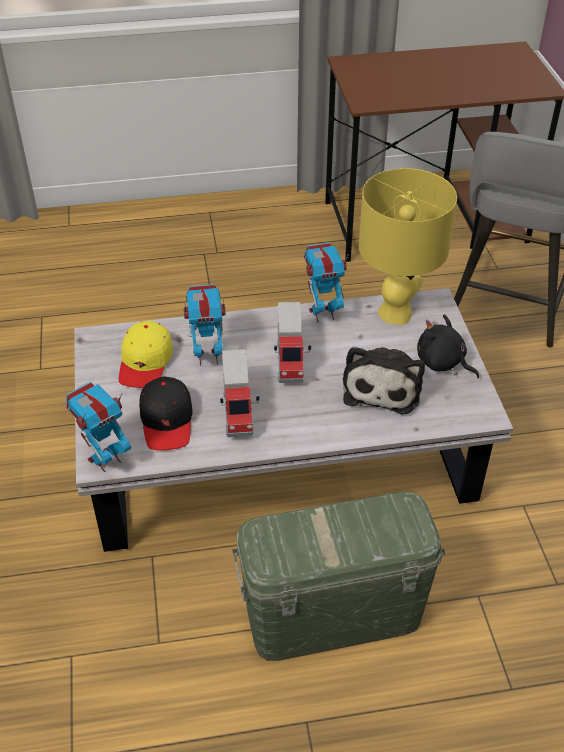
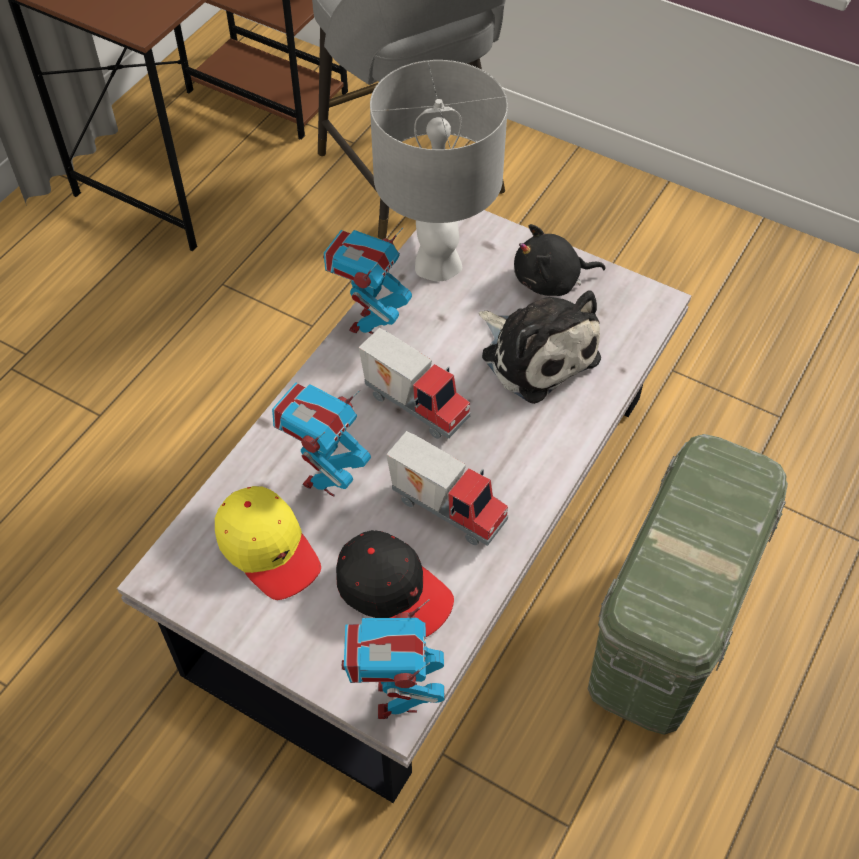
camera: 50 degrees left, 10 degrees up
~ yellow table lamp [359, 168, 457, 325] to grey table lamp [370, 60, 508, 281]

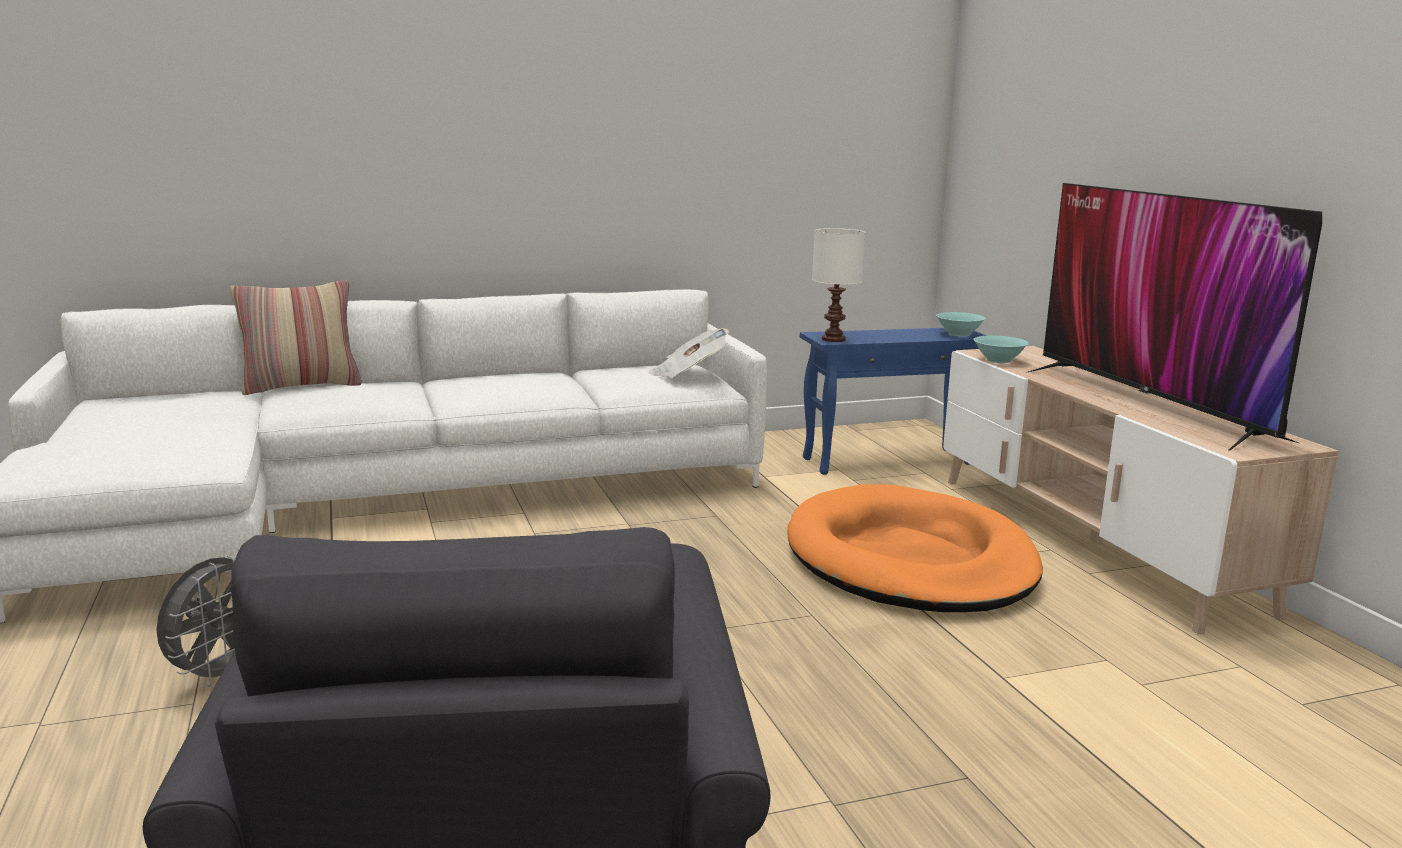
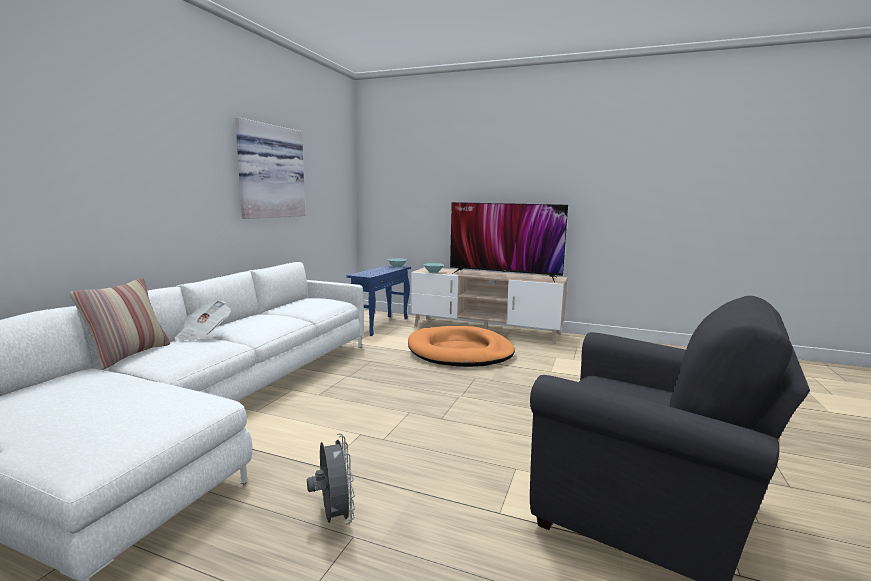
camera: 50 degrees left, 5 degrees down
~ newspaper [649, 328, 730, 378] to [174, 301, 231, 341]
- white table lamp [812, 228, 865, 342]
+ picture [235, 117, 305, 219]

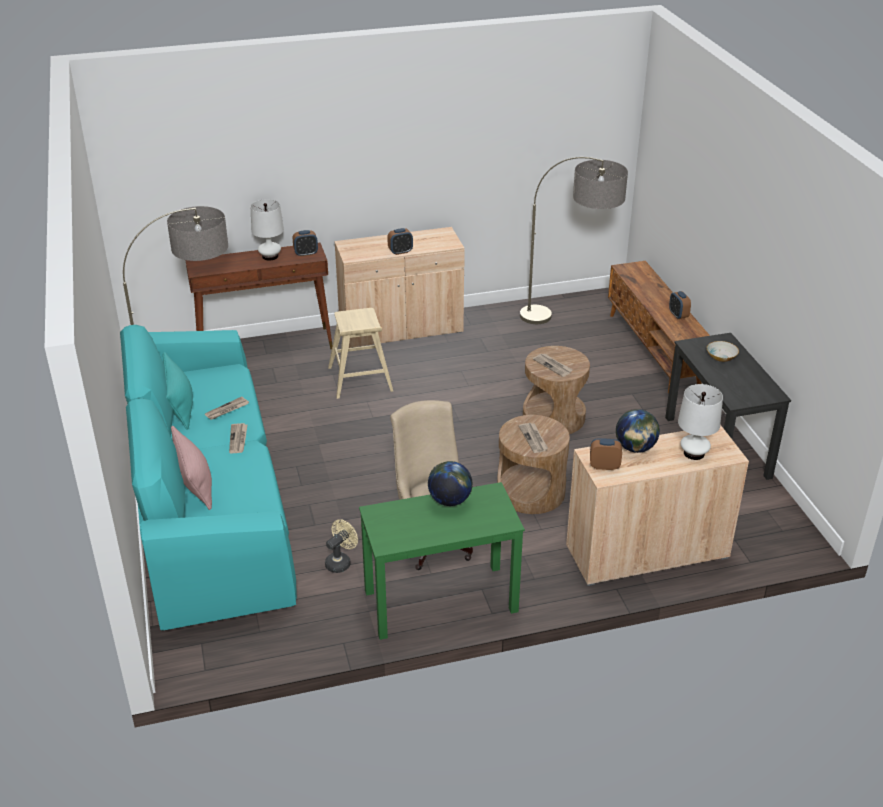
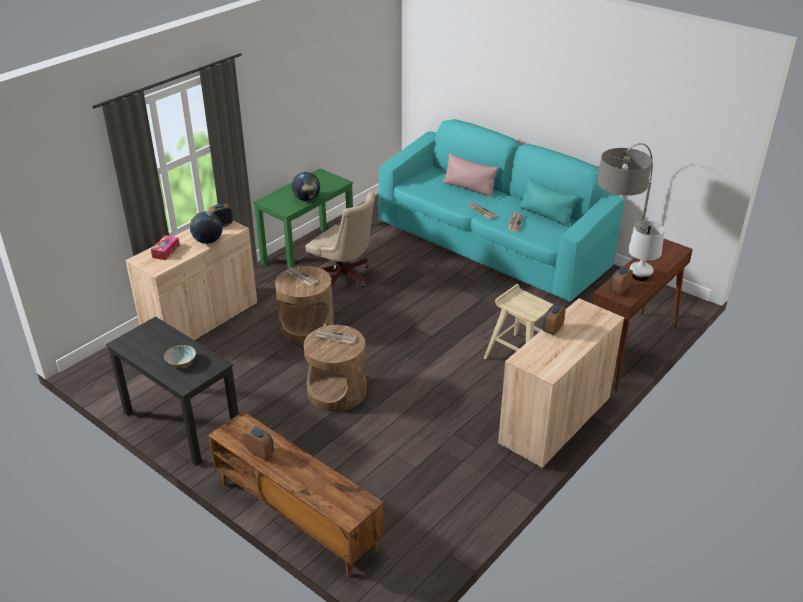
camera: 145 degrees right, 0 degrees up
- beige fan [325, 519, 358, 573]
- floor lamp [520, 157, 628, 324]
~ white table lamp [678, 384, 723, 460] to tissue box [151, 235, 180, 260]

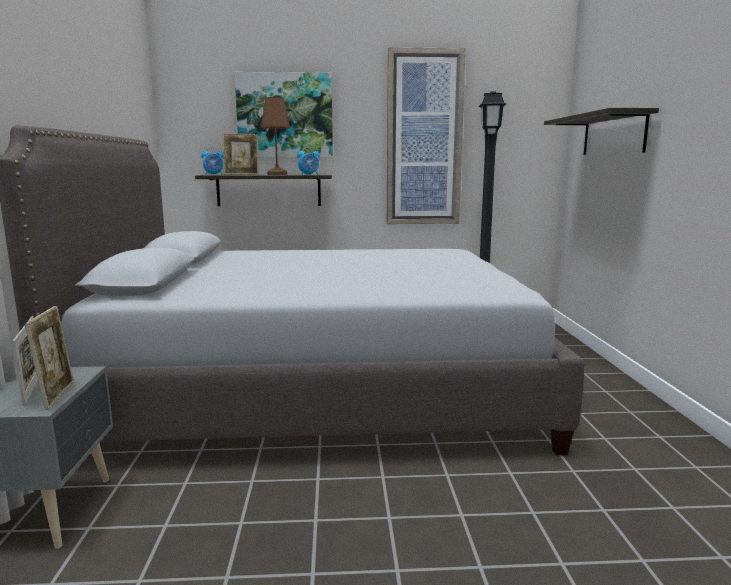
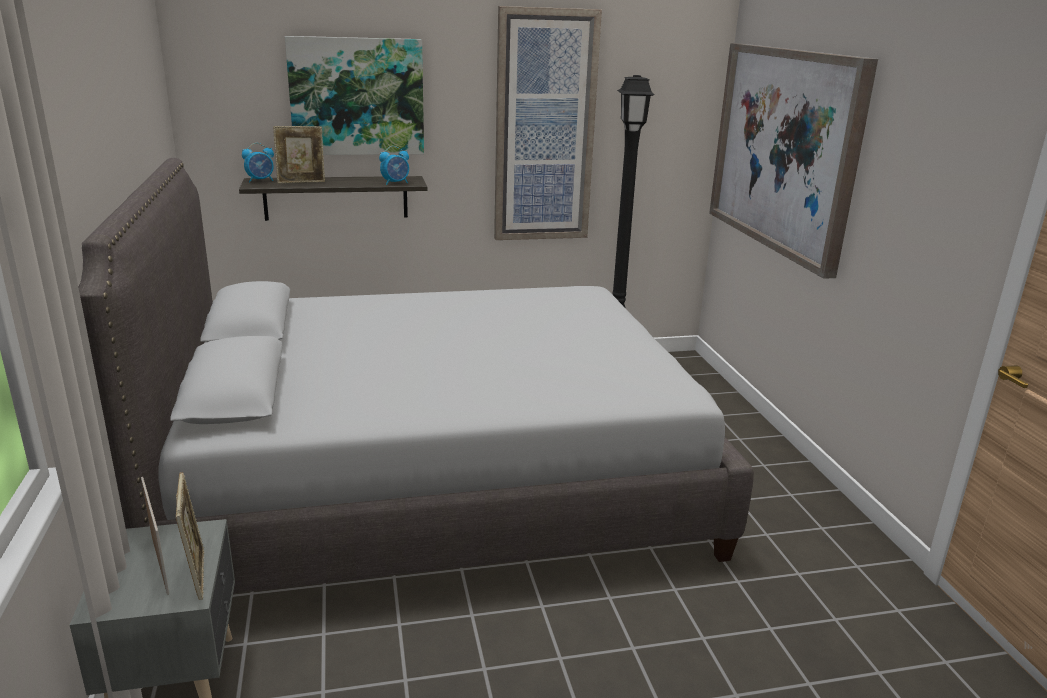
camera: 10 degrees left, 10 degrees up
- brown table lamp [261, 97, 290, 175]
~ shelf [544, 108, 659, 155] to picture [709, 43, 878, 279]

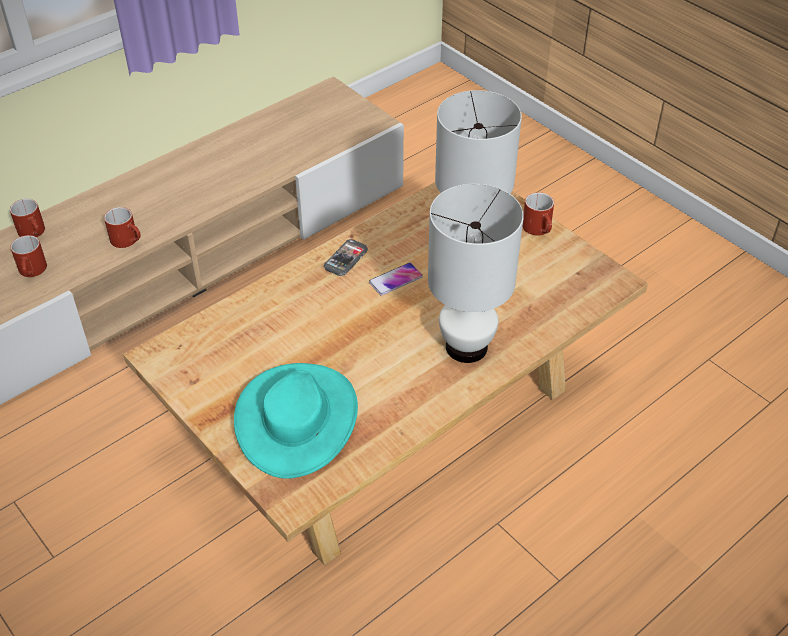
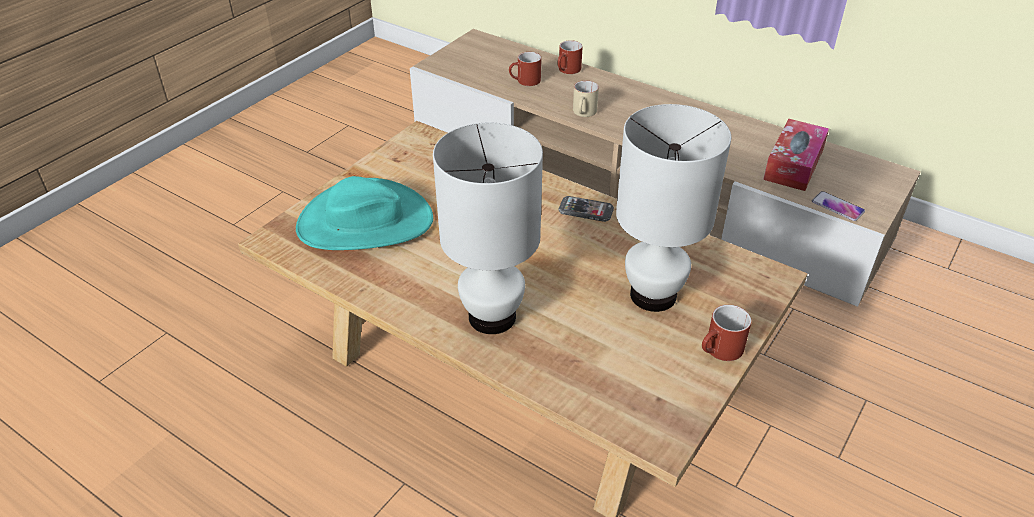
camera: 75 degrees right, 5 degrees down
~ red mug [104, 207, 141, 248] to beige mug [573, 81, 599, 117]
~ phone [369, 263, 423, 295] to [812, 191, 865, 221]
+ tissue box [763, 119, 829, 191]

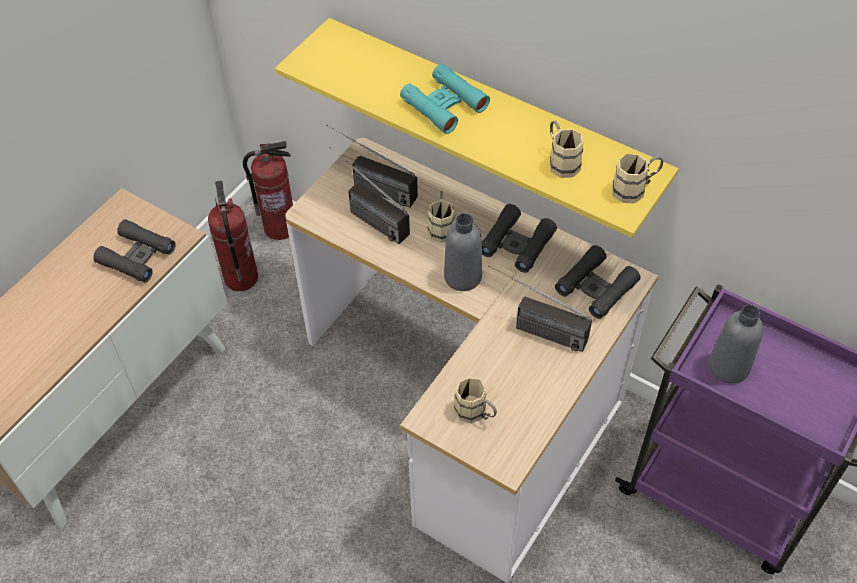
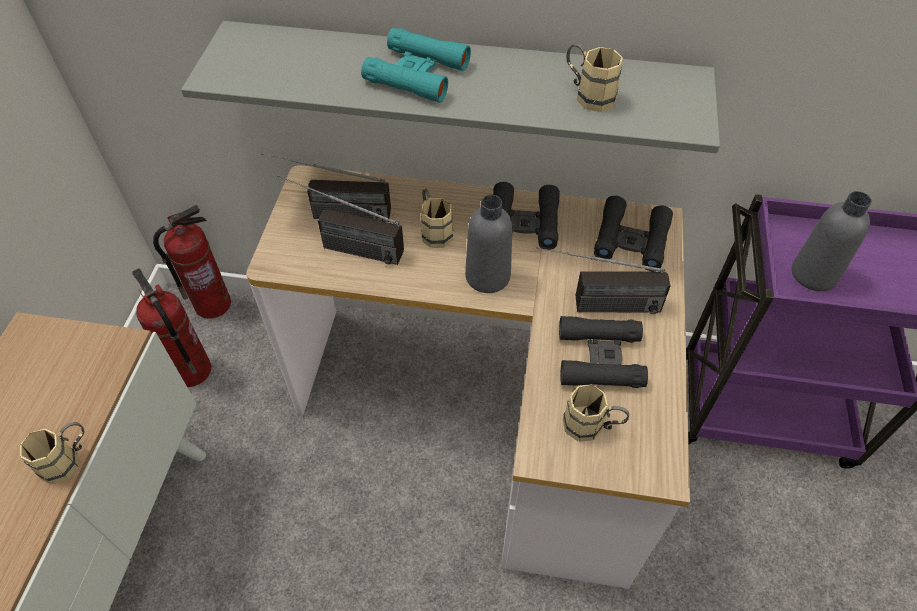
camera: 25 degrees left, 0 degrees up
~ black binoculars [93, 219, 176, 282] to [559, 316, 648, 388]
~ yellow shelf [275, 18, 679, 238] to grey shelf [181, 21, 720, 153]
~ beige mug [612, 154, 663, 203] to [20, 422, 84, 484]

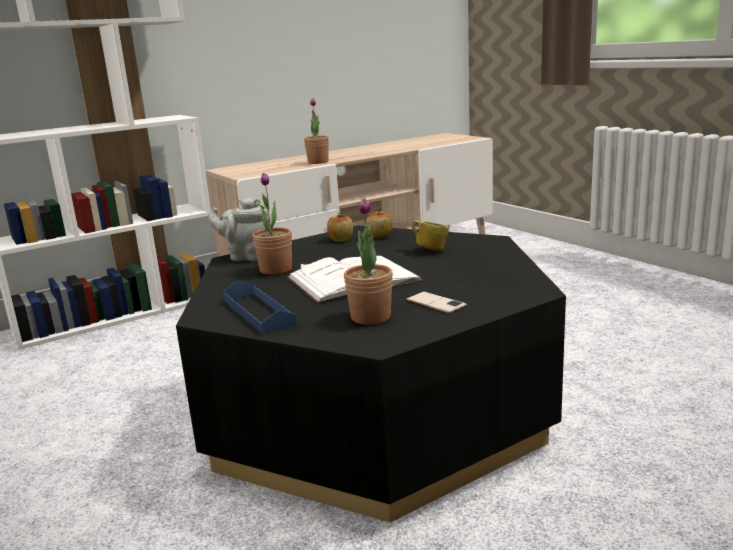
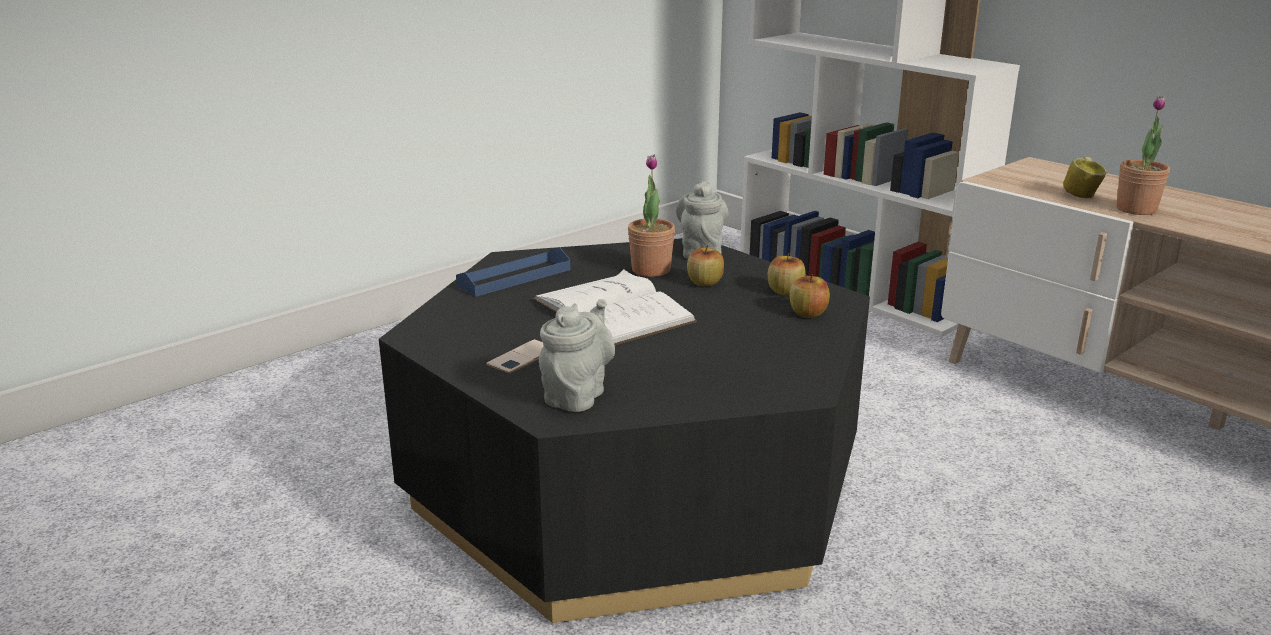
camera: 80 degrees right, 5 degrees up
- potted plant [344, 199, 393, 325]
~ mug [411, 220, 449, 251] to [1063, 157, 1107, 198]
+ grey teapot [539, 299, 615, 412]
+ apple [687, 245, 724, 286]

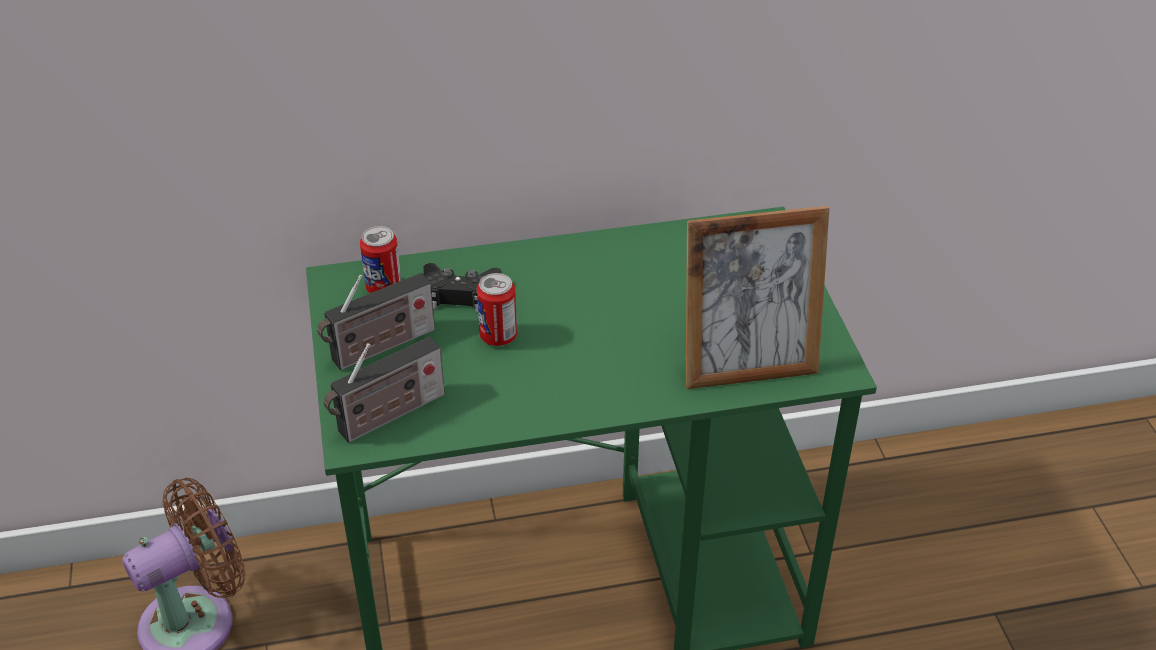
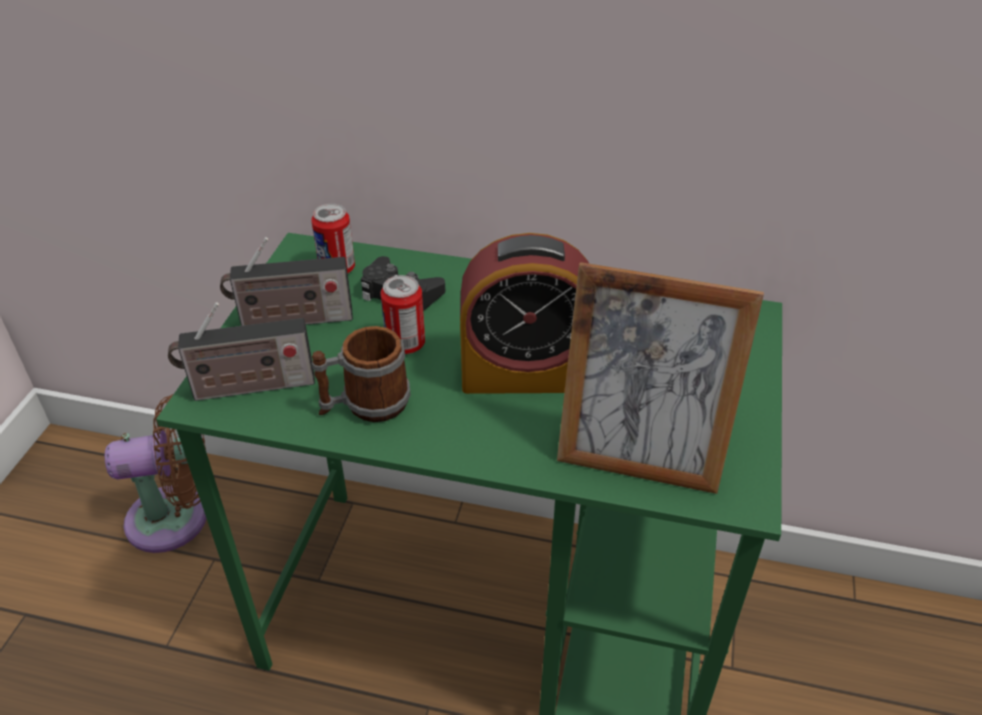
camera: 25 degrees right, 0 degrees up
+ mug [312, 326, 411, 422]
+ alarm clock [460, 233, 589, 394]

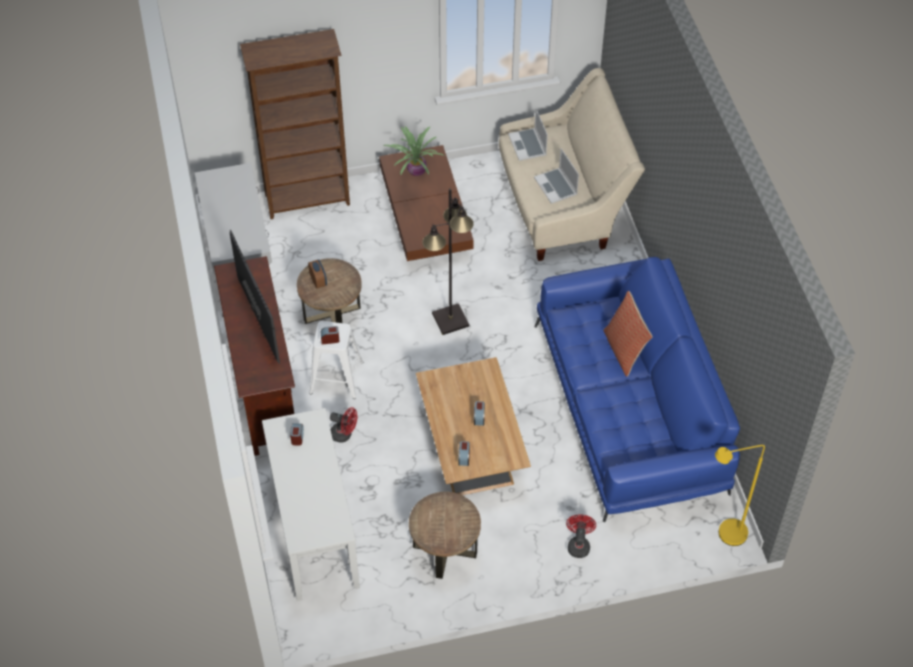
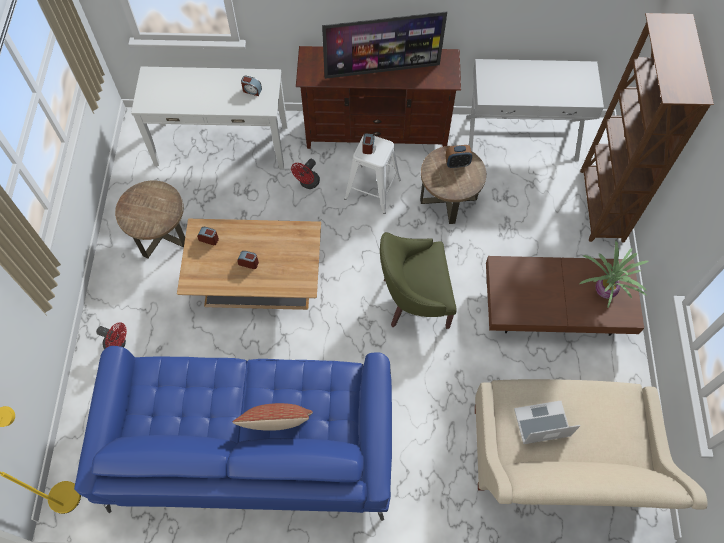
camera: 105 degrees right, 10 degrees up
~ black floor lamp [422, 188, 474, 335] to green armchair [380, 232, 456, 329]
- laptop [508, 108, 548, 161]

